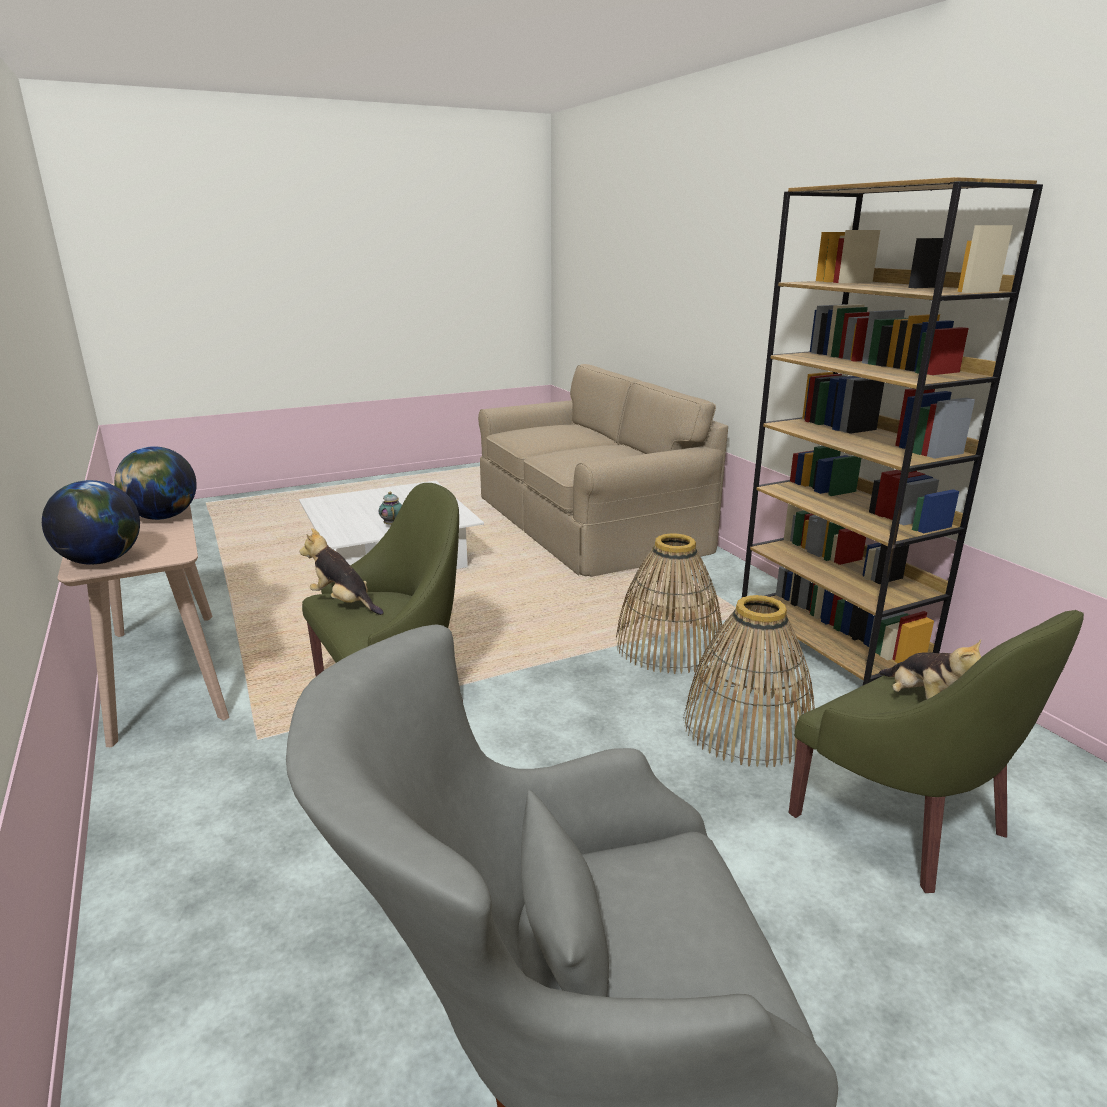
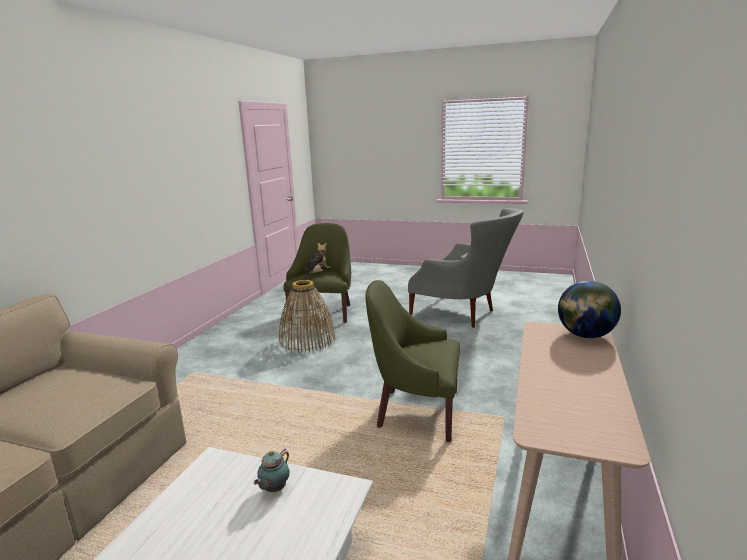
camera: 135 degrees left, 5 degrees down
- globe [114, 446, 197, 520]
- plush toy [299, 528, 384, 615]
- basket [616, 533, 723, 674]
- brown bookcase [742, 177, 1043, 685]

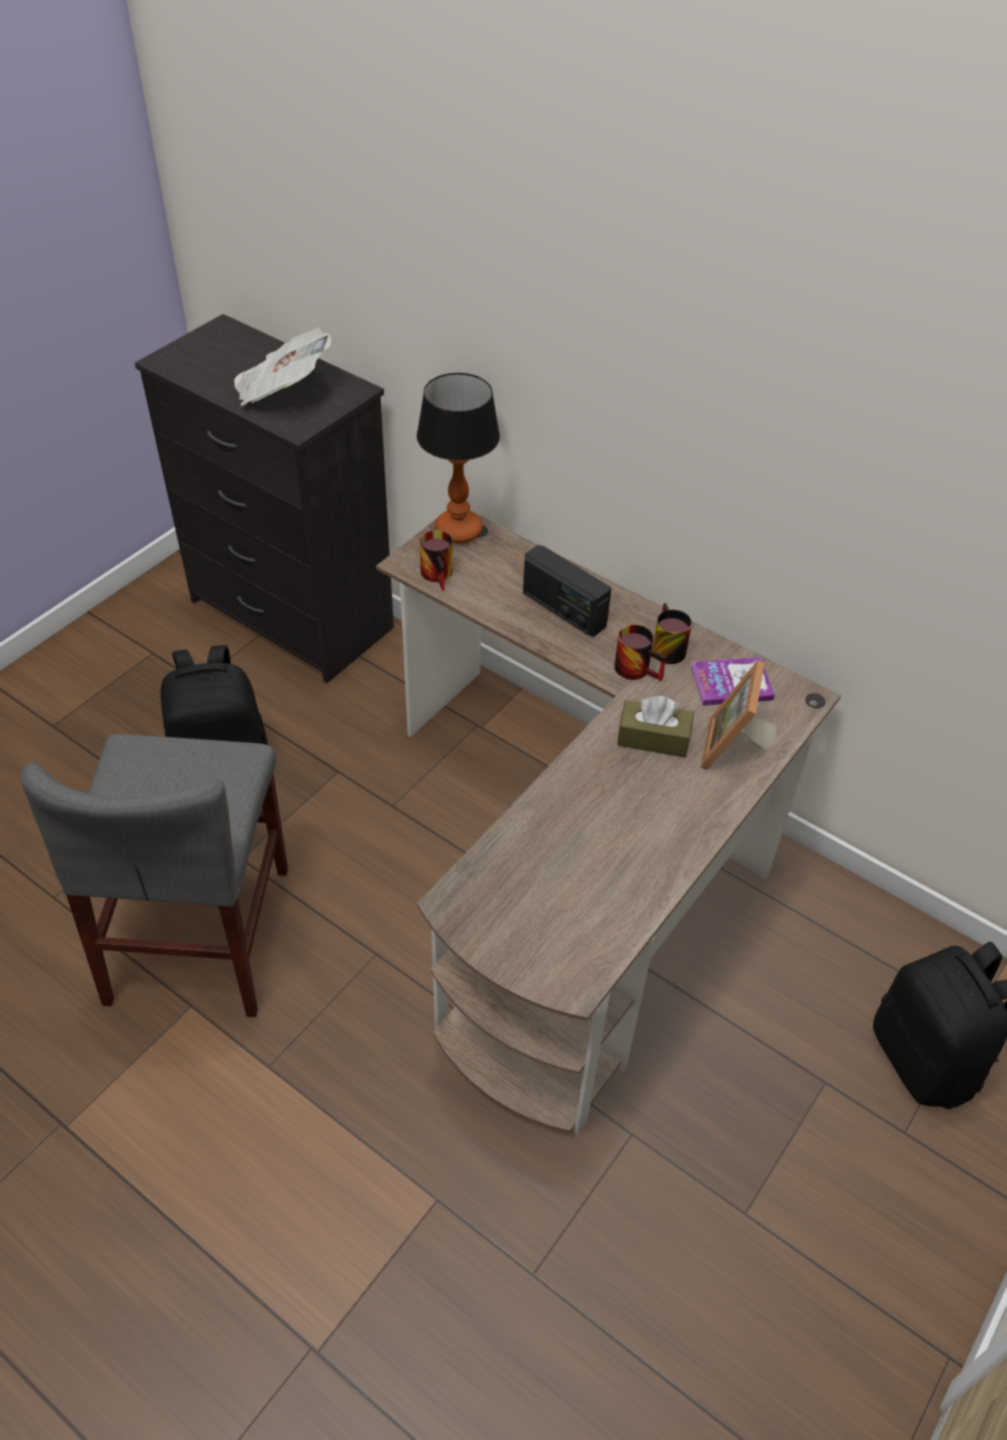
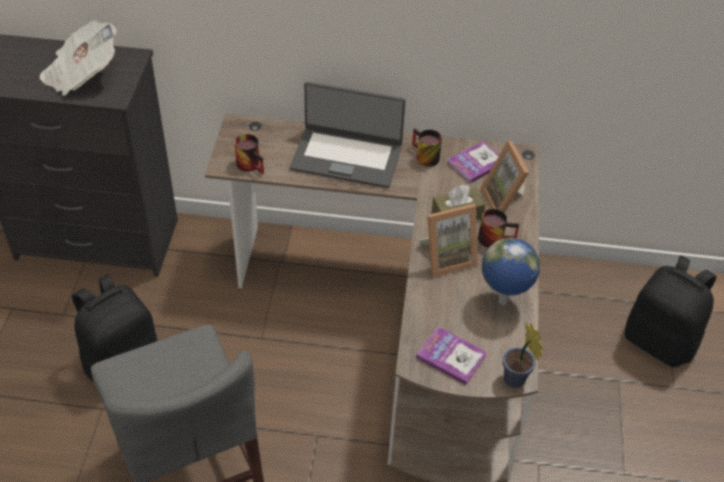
camera: 30 degrees left, 0 degrees up
- table lamp [417, 373, 500, 544]
~ radio [523, 545, 612, 637] to laptop [290, 82, 406, 188]
~ mug [614, 625, 666, 681] to [478, 209, 519, 248]
+ book [416, 326, 487, 385]
+ picture frame [419, 204, 478, 278]
+ globe [482, 238, 540, 305]
+ potted plant [503, 323, 543, 388]

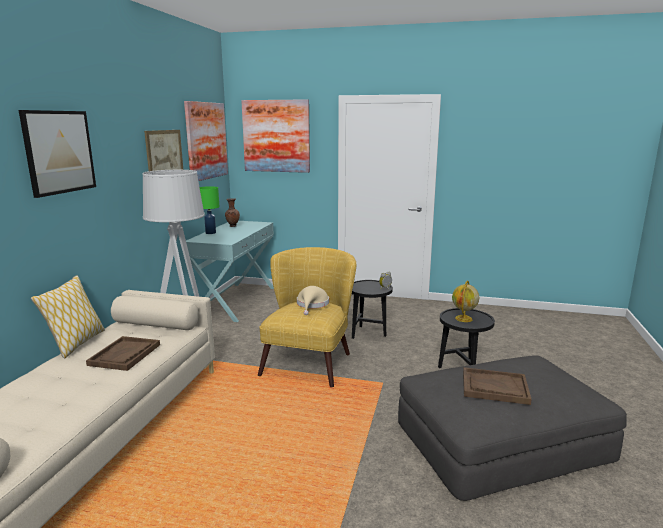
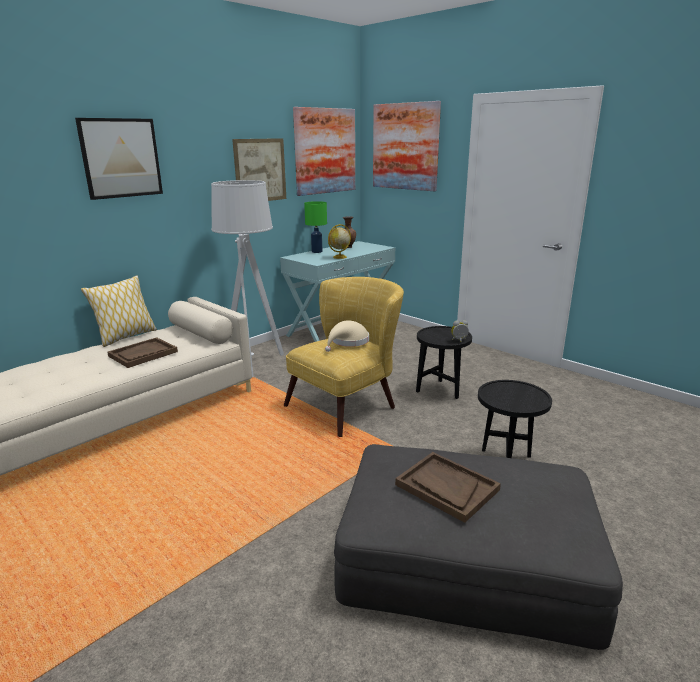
camera: 30 degrees right, 5 degrees up
~ globe [452, 280, 479, 322] to [328, 224, 351, 259]

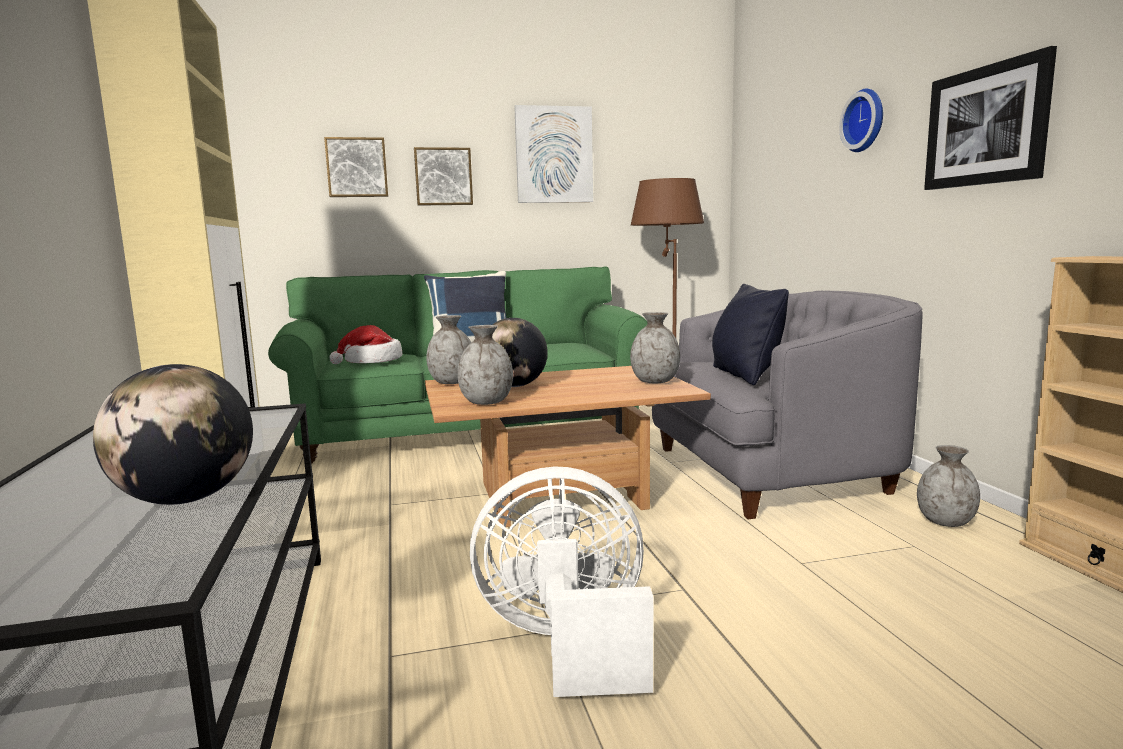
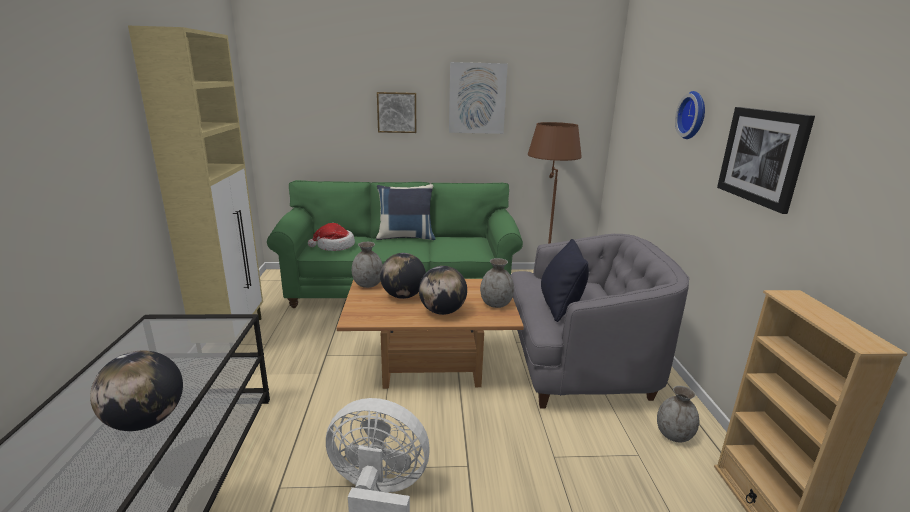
camera: 10 degrees right, 10 degrees up
- picture [324, 137, 388, 197]
- grey vase [457, 325, 513, 405]
+ globe [419, 266, 467, 315]

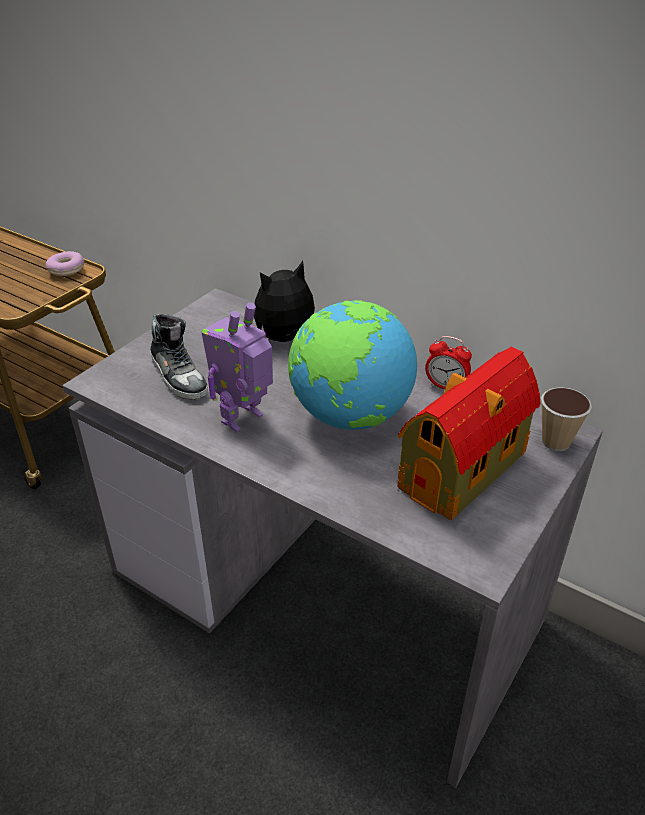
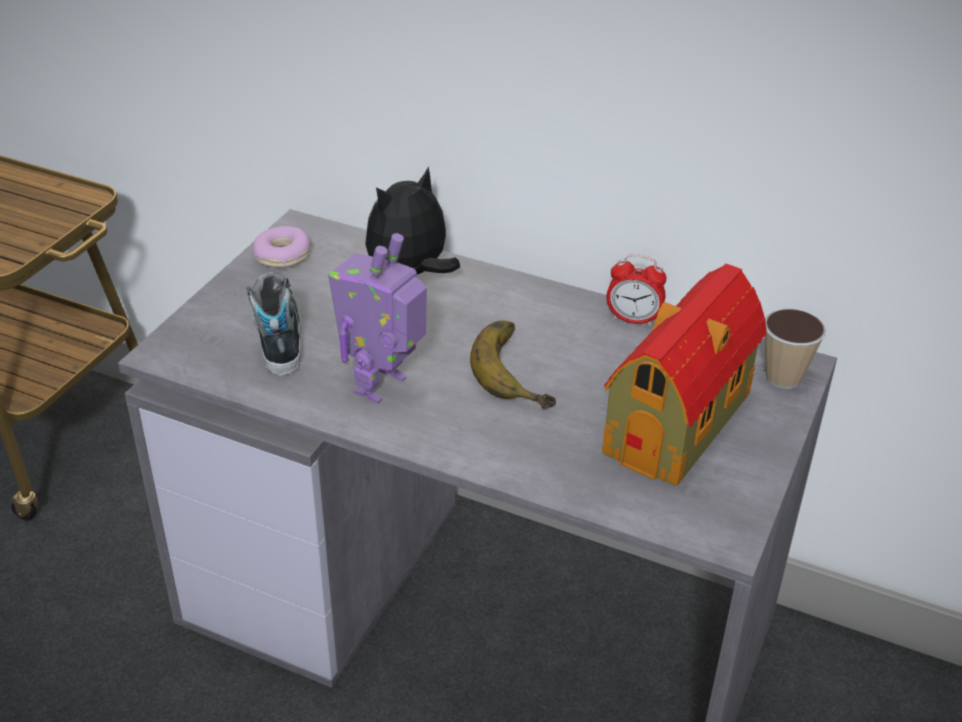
camera: 10 degrees left, 0 degrees up
~ donut [46, 251, 84, 276] to [253, 226, 311, 268]
~ shoe [150, 314, 208, 400] = [247, 272, 301, 376] 150 degrees counterclockwise
~ globe [288, 300, 417, 430] to banana [470, 320, 556, 409]

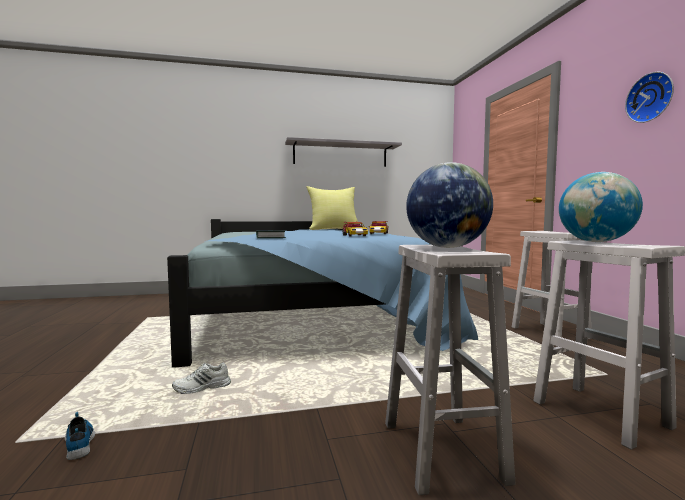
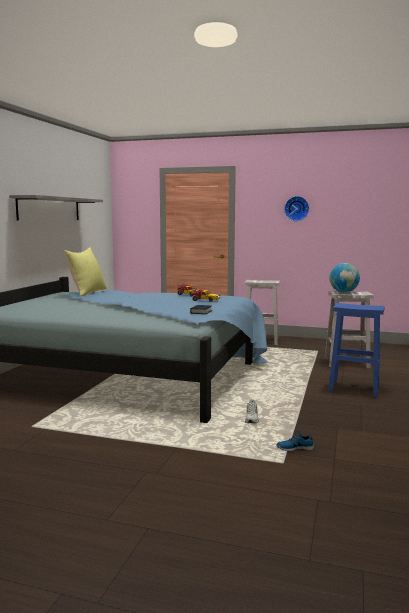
camera: 60 degrees left, 5 degrees up
~ white stool [385, 245, 516, 495] to blue stool [328, 303, 385, 398]
- globe [406, 162, 493, 248]

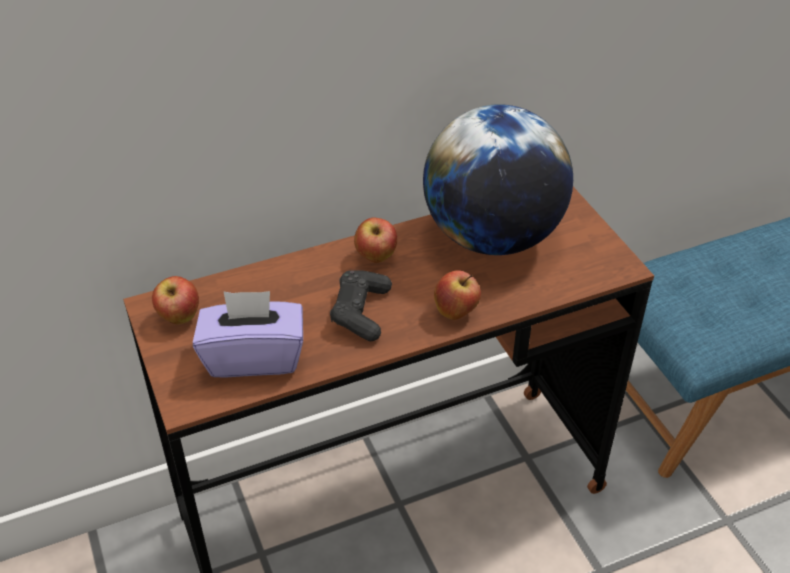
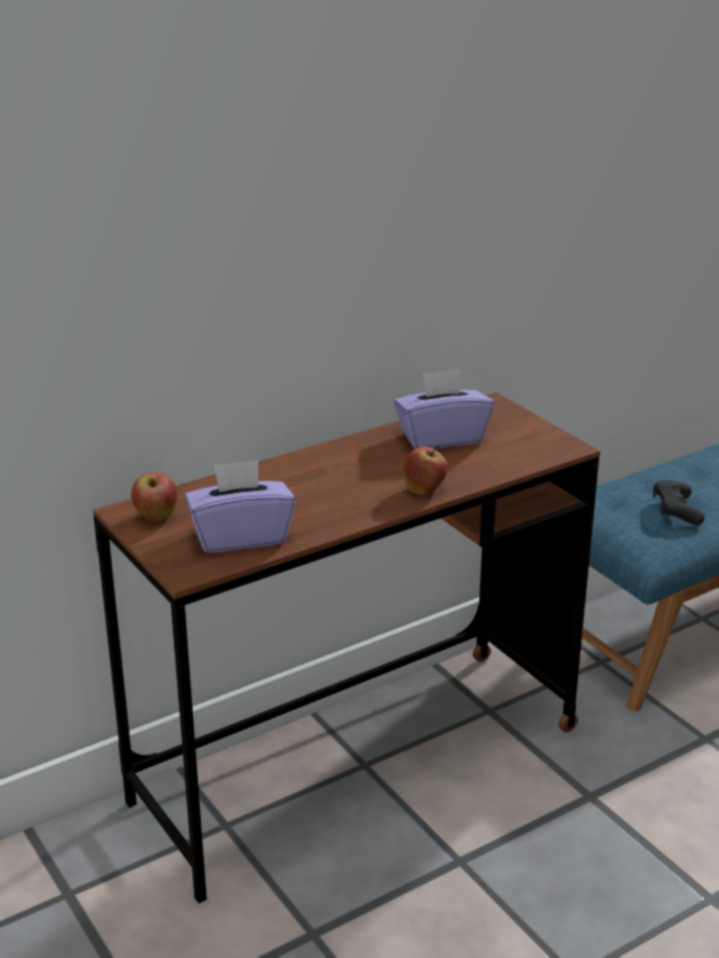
camera: 10 degrees left, 15 degrees down
~ black game controller [330, 270, 392, 341] to [653, 480, 705, 525]
- apple [354, 218, 397, 263]
~ globe [423, 104, 573, 255] to purple tissue box [394, 369, 494, 449]

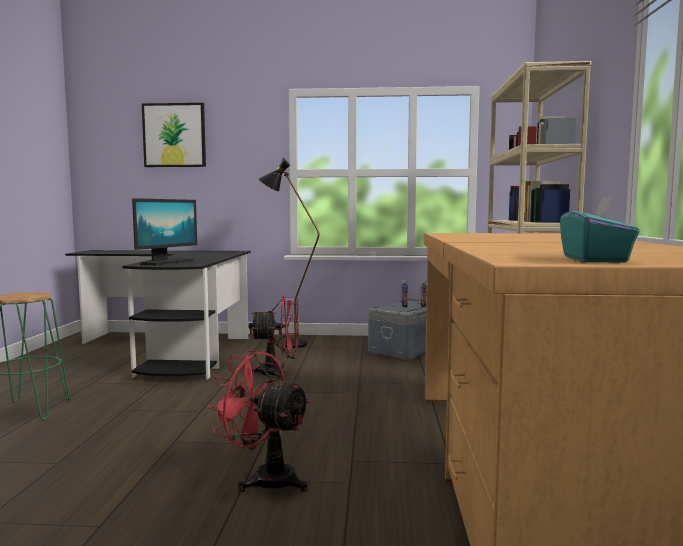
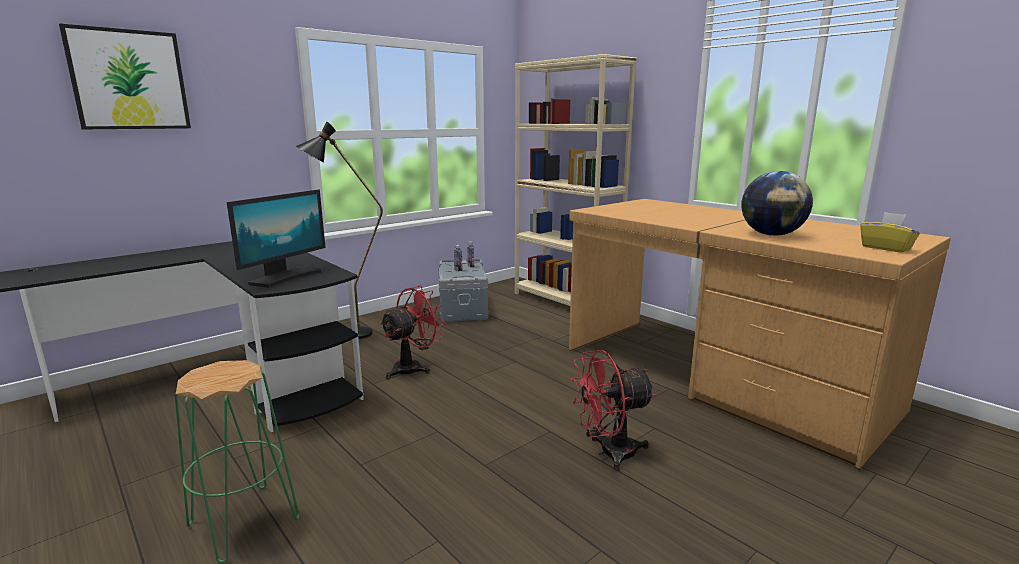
camera: 45 degrees left, 10 degrees up
~ monitor [132, 198, 197, 266] = [227, 189, 326, 288] 45 degrees clockwise
~ turquoise tissue box [560, 195, 640, 263] to yellow tissue box [860, 212, 920, 253]
+ globe [742, 171, 813, 236]

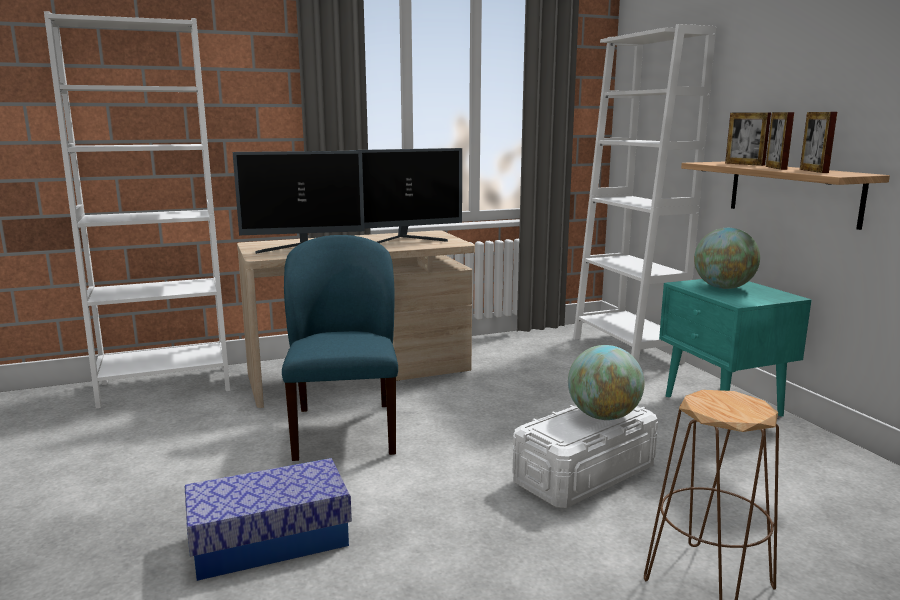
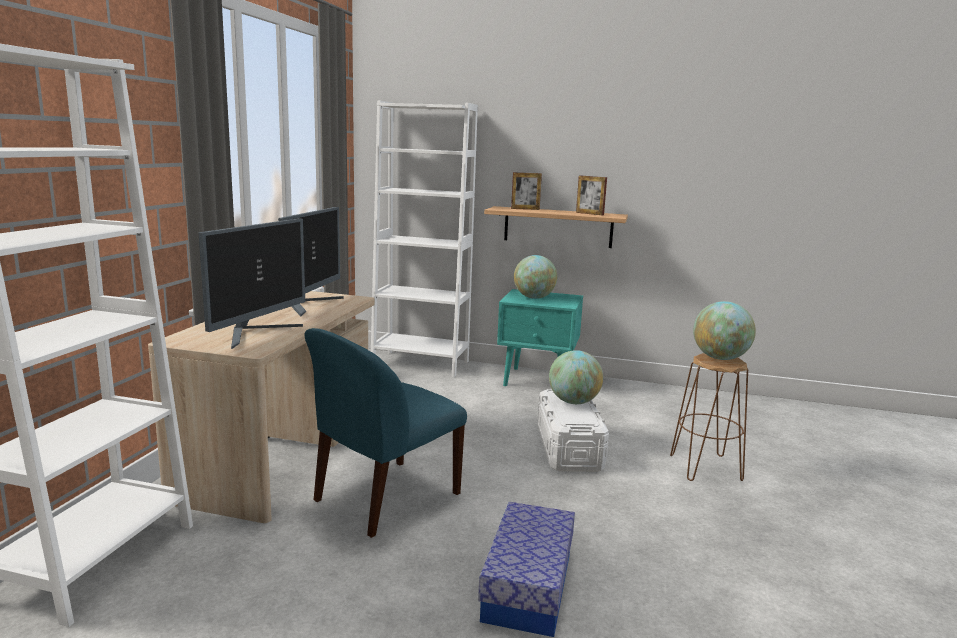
camera: 55 degrees left, 0 degrees up
~ blue chair [282, 235, 398, 461] = [305, 328, 467, 538] 75 degrees counterclockwise
- picture frame [766, 112, 794, 170]
+ globe [693, 301, 756, 360]

